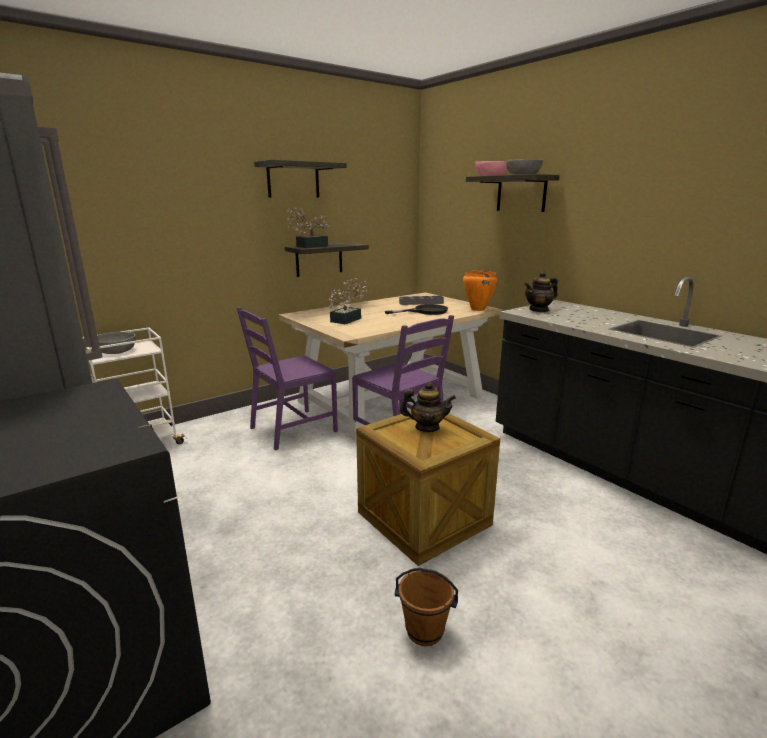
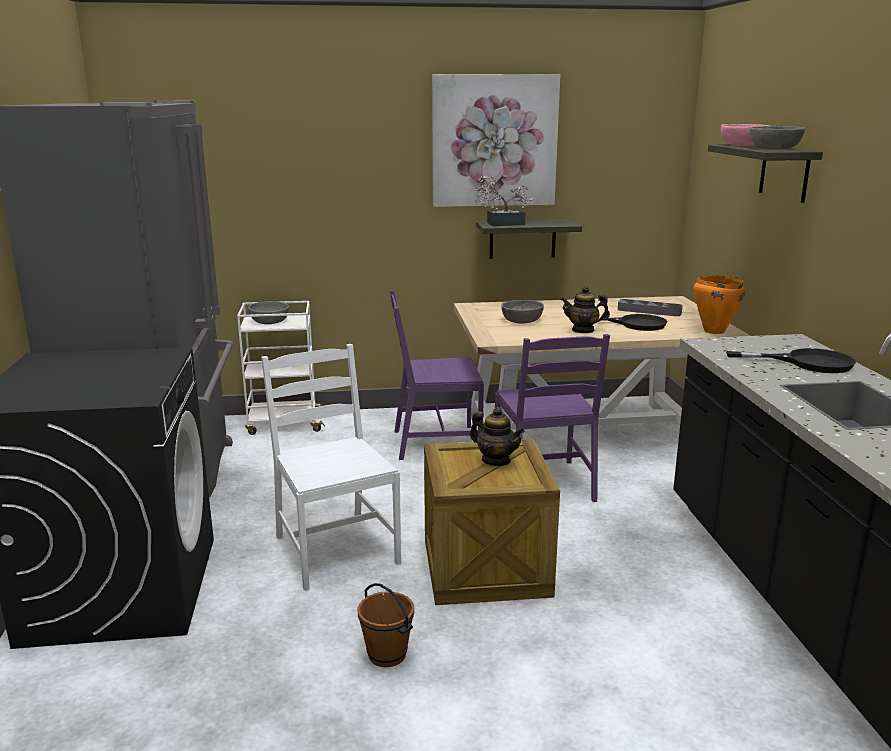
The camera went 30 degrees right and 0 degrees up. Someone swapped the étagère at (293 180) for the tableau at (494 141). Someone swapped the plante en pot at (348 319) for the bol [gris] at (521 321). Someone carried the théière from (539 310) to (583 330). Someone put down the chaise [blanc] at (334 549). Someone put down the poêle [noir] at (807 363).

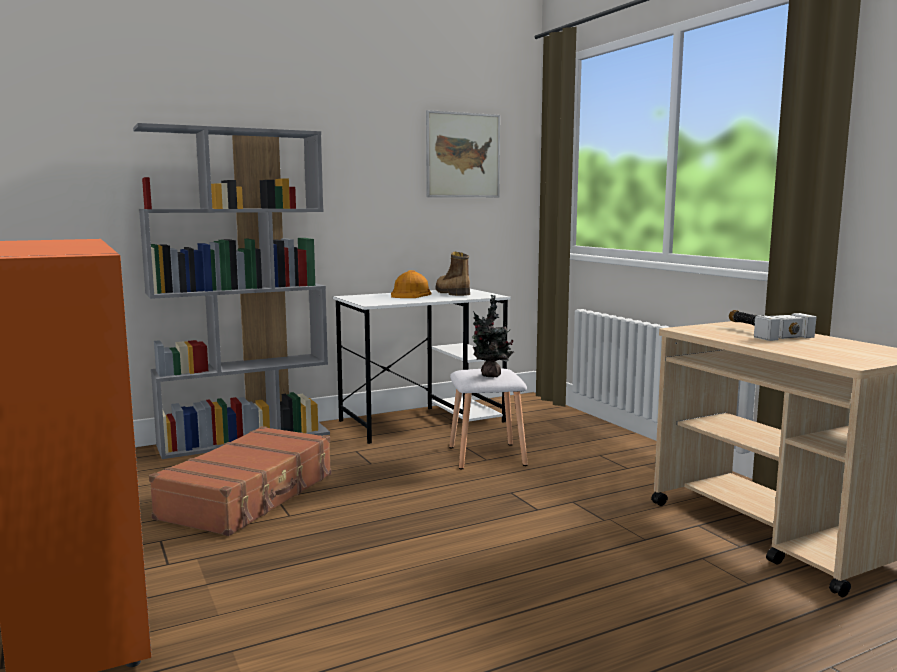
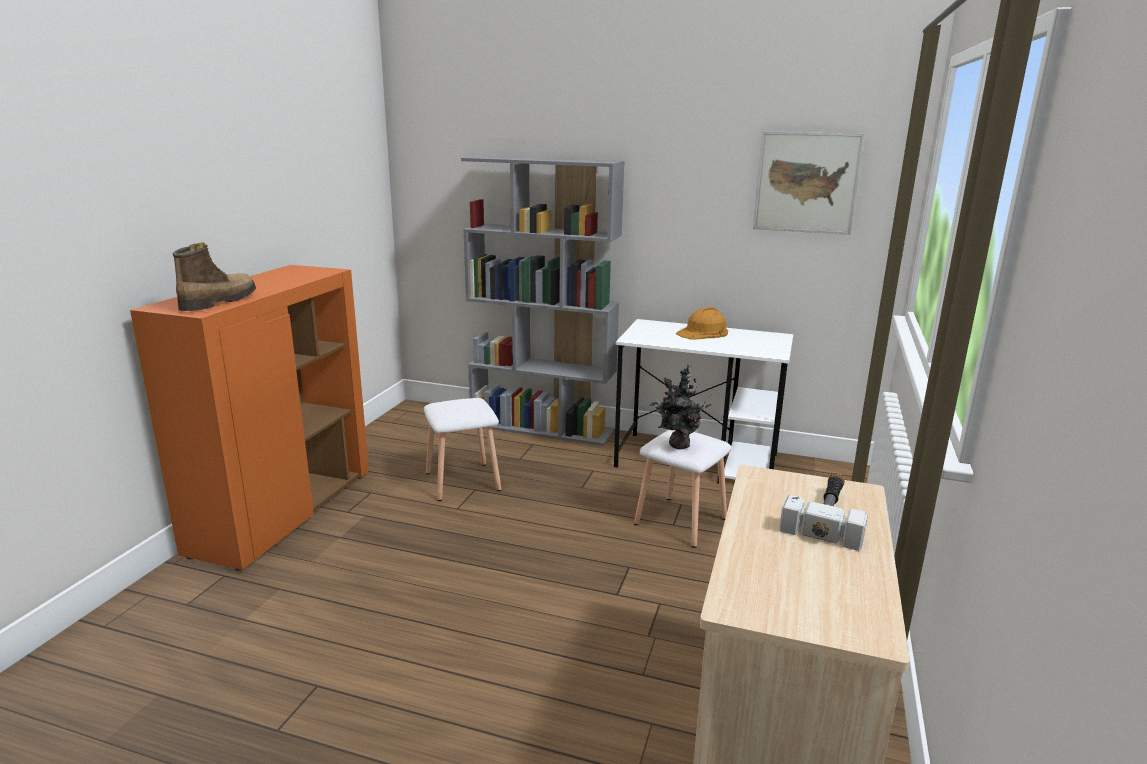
The camera went 45 degrees right and 10 degrees up. Someone swapped the valise [marron] at (250 496) for the tabouret [blanc] at (463 481). Someone carried the botte from (451 293) to (218 302).

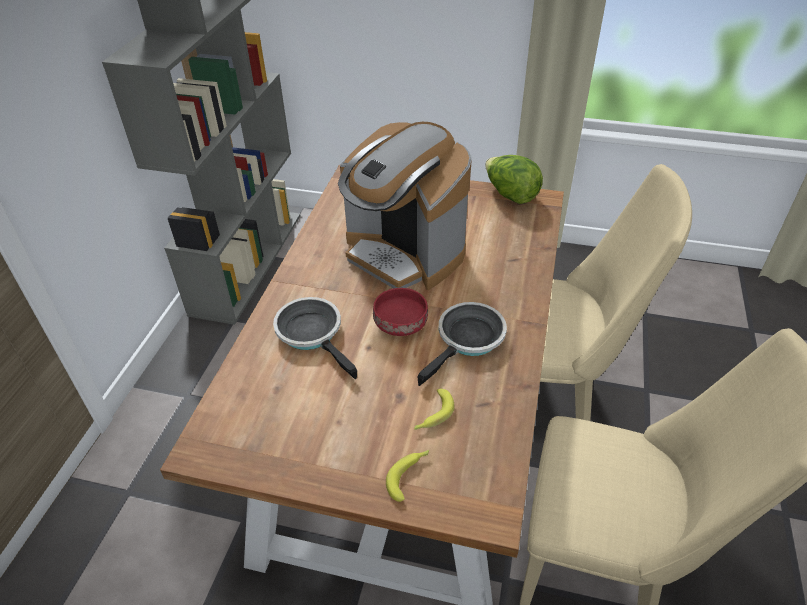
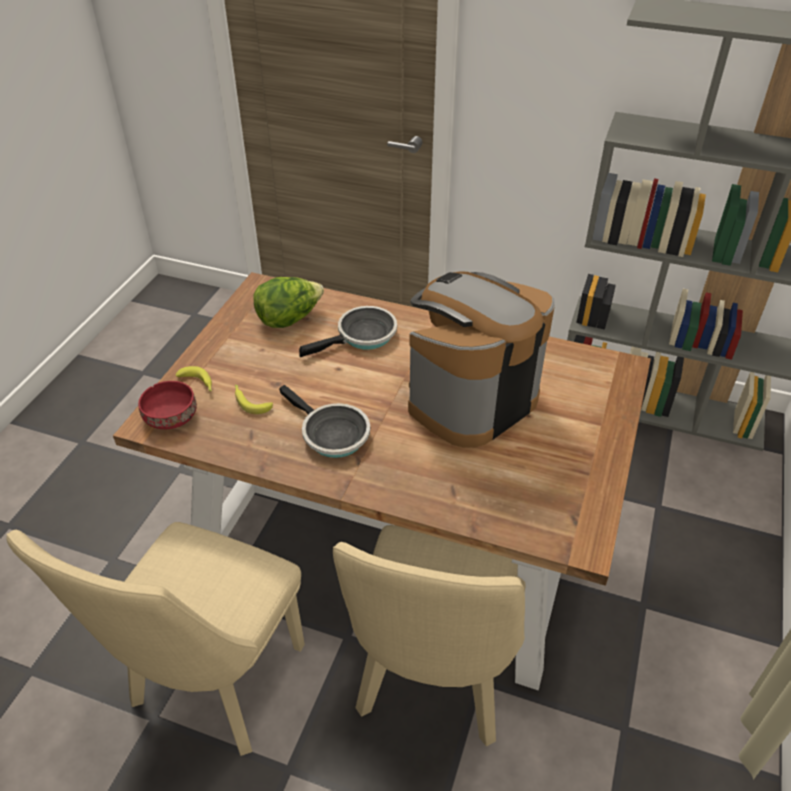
The camera went 95 degrees right and 0 degrees up. Someone carried the bol [rouge] from (402 323) to (171 417). Someone carried the laitue from (510 195) to (289 319).

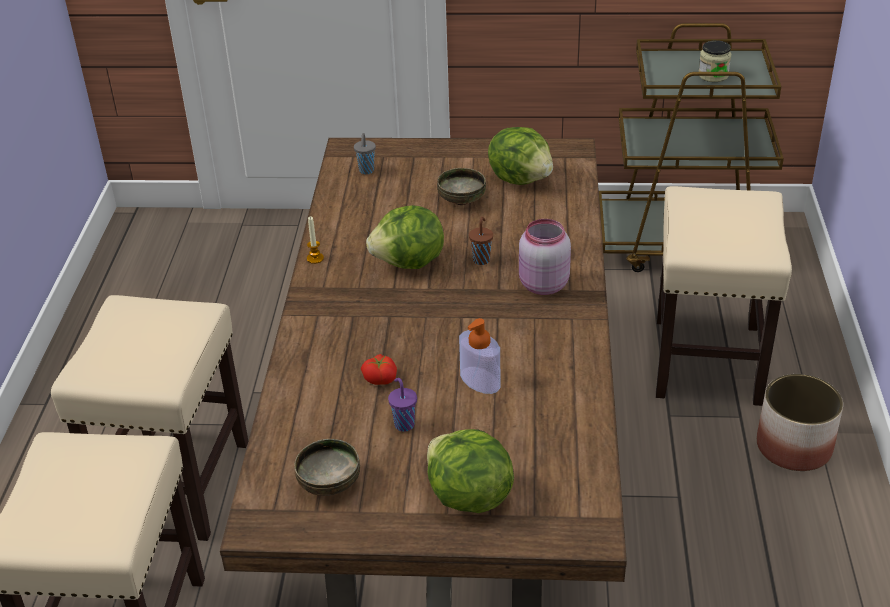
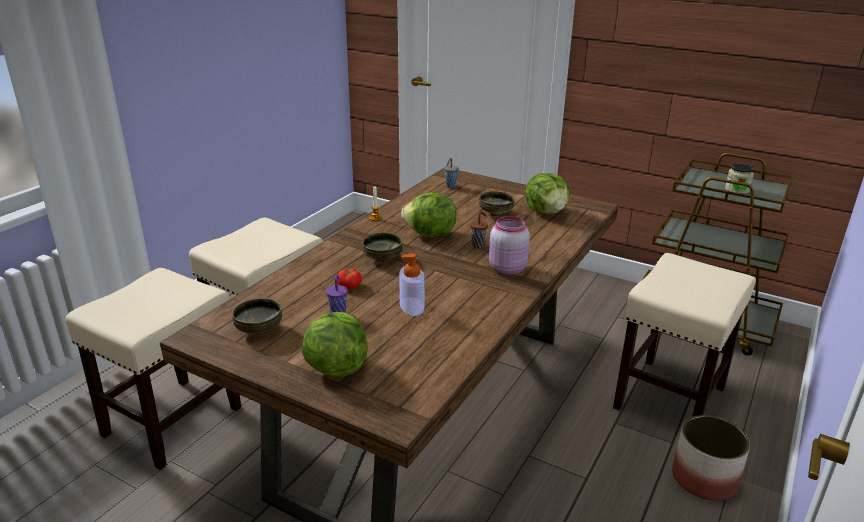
The camera went 25 degrees right and 10 degrees down. Someone put down the bol at (383 259).

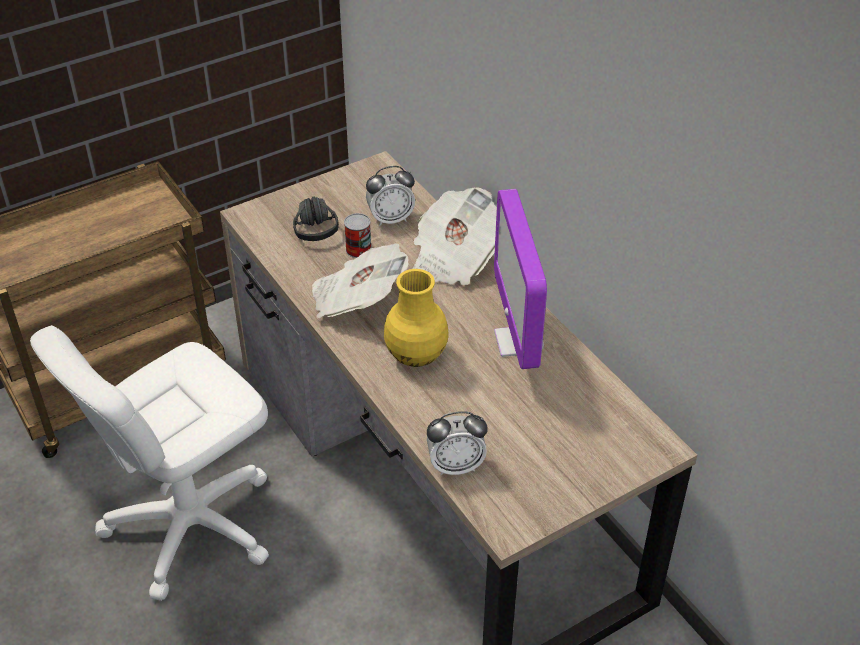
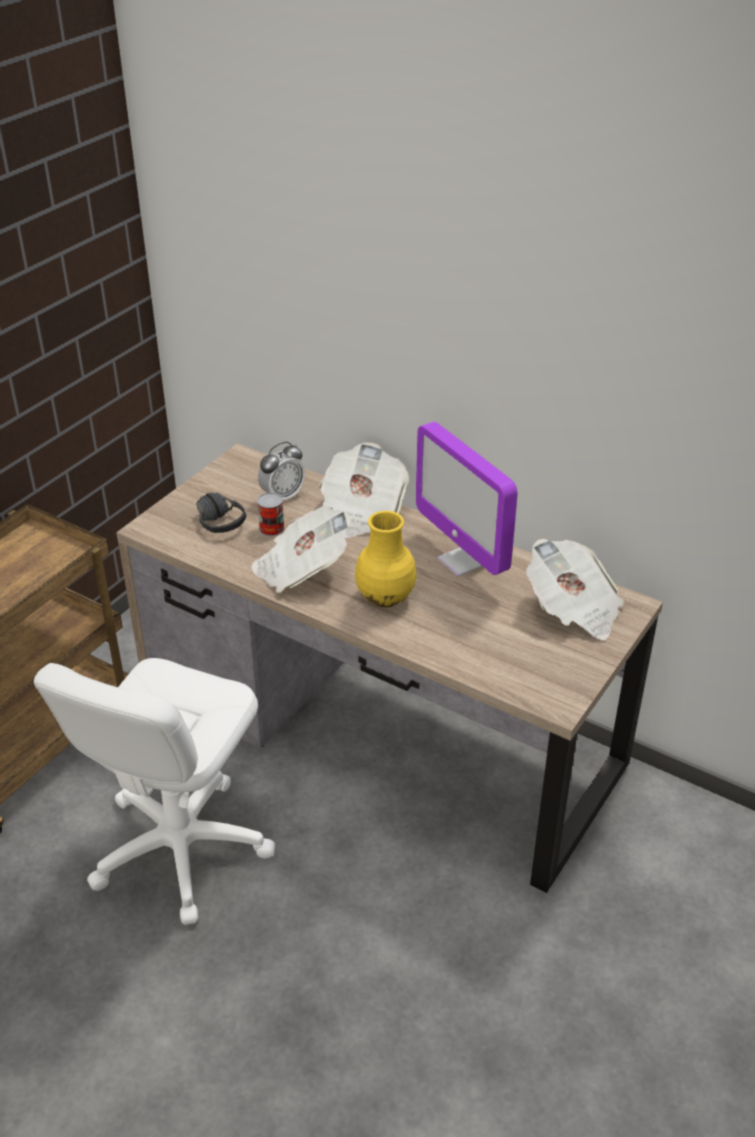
The camera went 25 degrees left and 5 degrees down. Someone took away the réveil at (456 465). Someone put down the journal at (573 609).

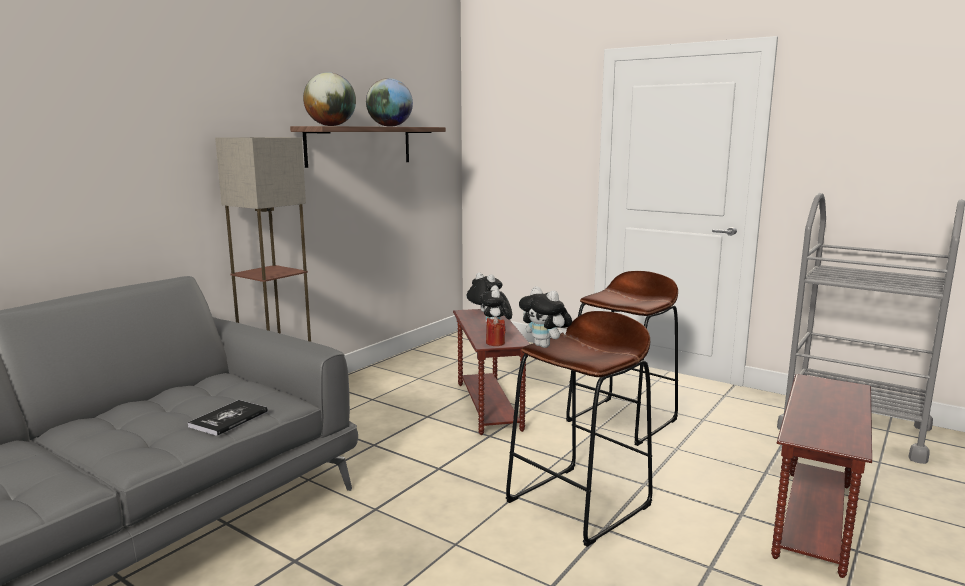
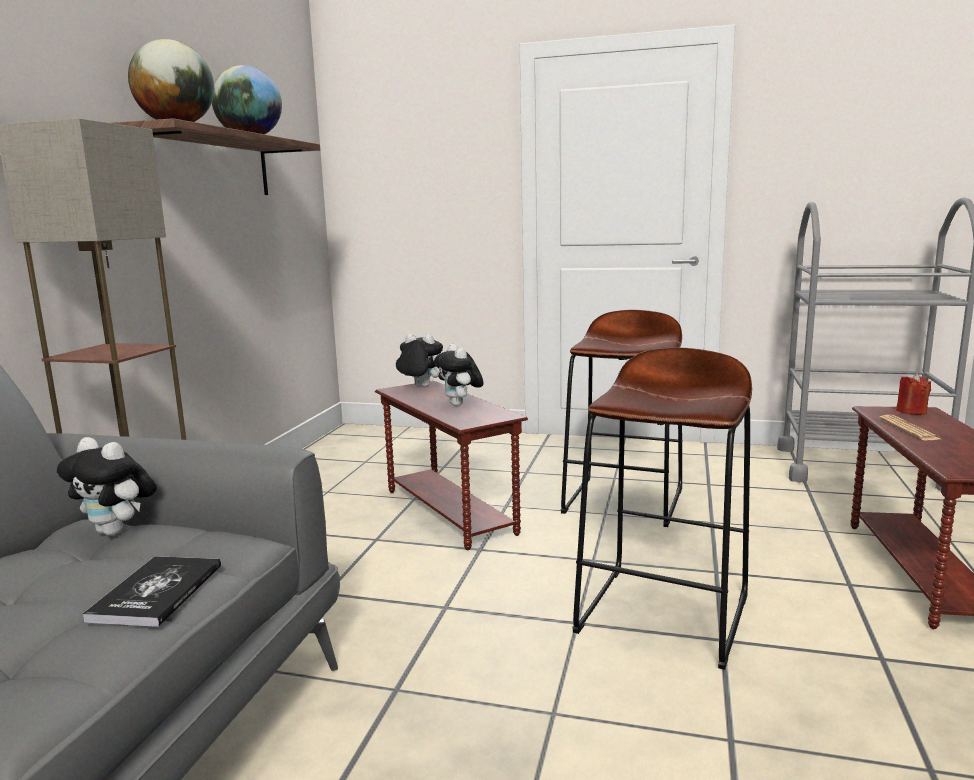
The camera went 20 degrees left and 0 degrees up. Someone carried the bougie [rouge] from (495 343) to (911 411). Someone carried the peluche from (545 346) to (117 531). Someone put down the journal at (909 429).

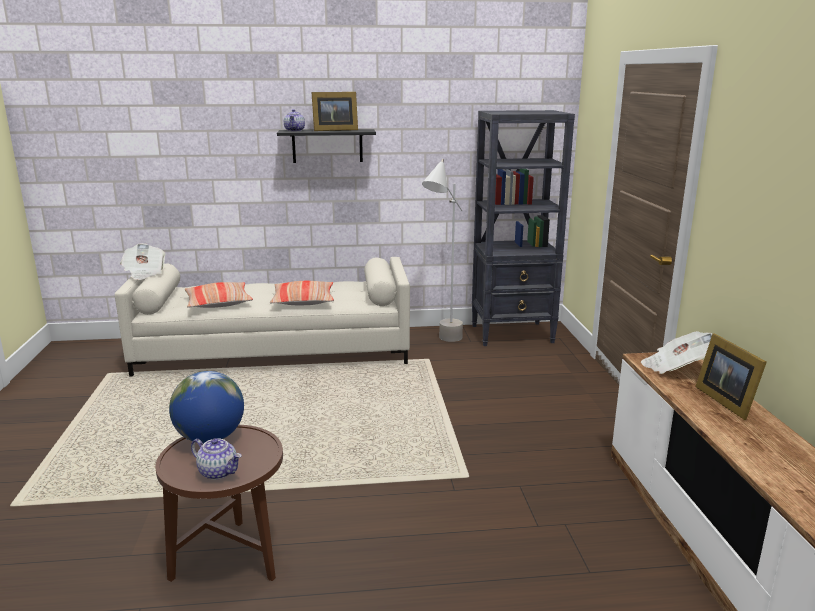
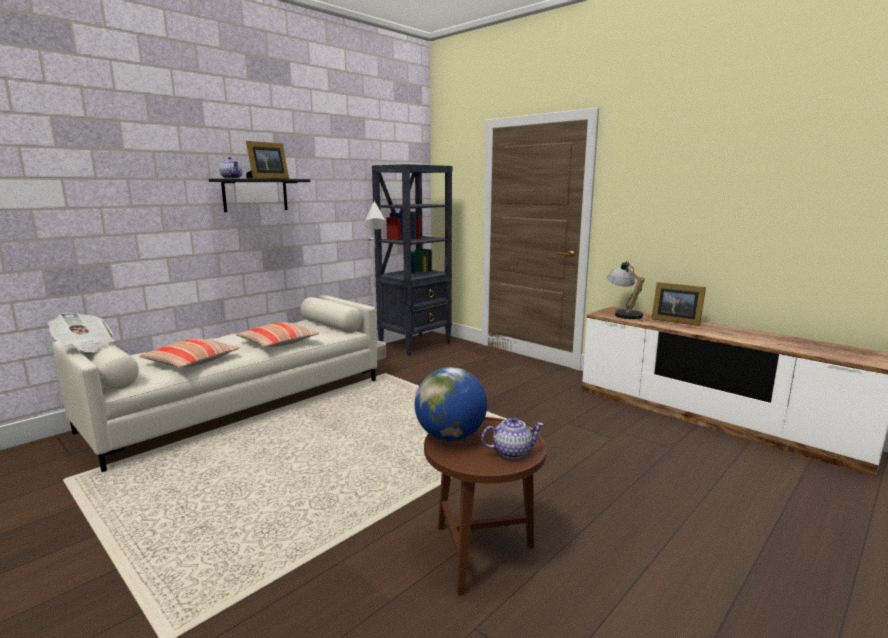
The camera went 40 degrees left and 5 degrees down. Someone swapped the journal at (675 368) for the lampe de table at (624 314).

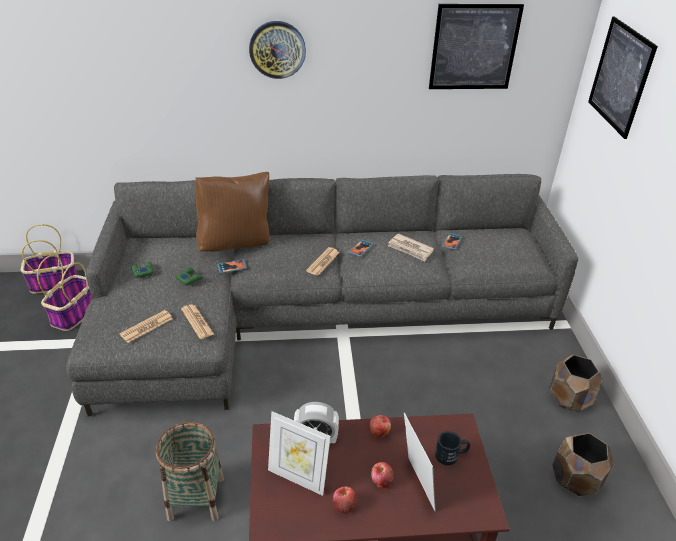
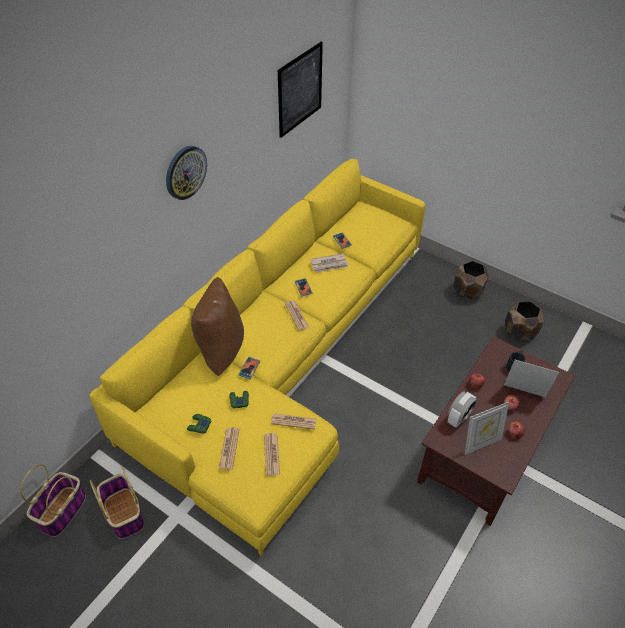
The camera went 50 degrees left and 10 degrees up. Someone repainted the canapé [gris] at (309 313), which became the canapé [jaune] at (282 361). Someone took away the panier at (196 498). Someone took away the tableau at (620 77). Someone put down the journal at (229 448).

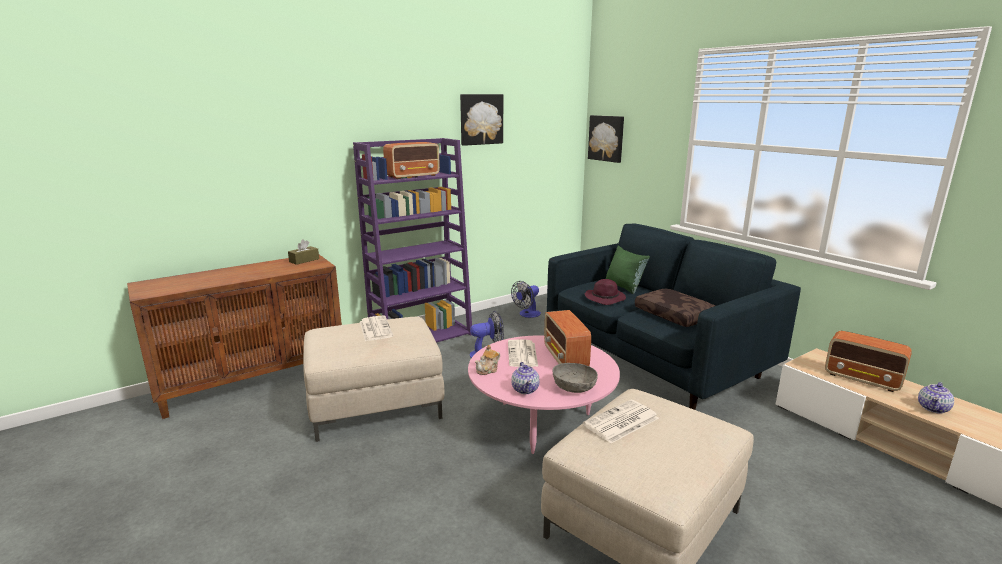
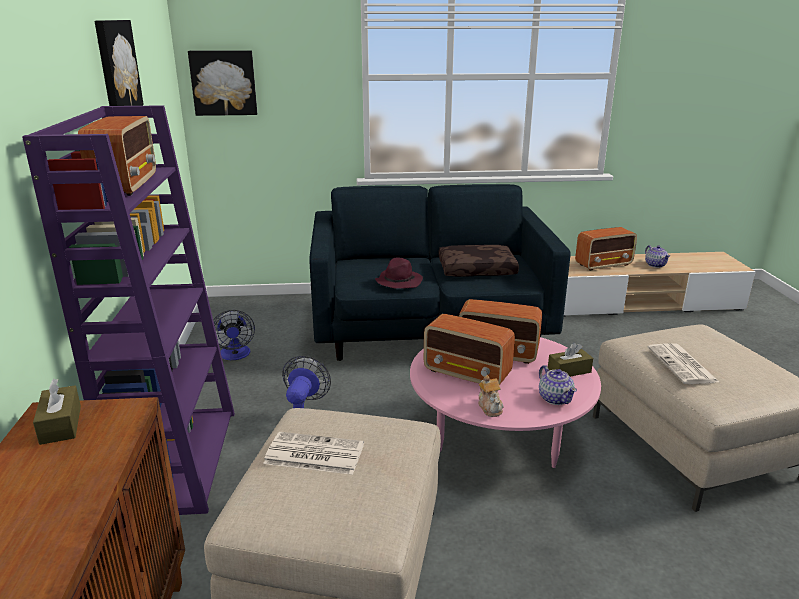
The camera went 60 degrees left and 5 degrees up. Someone swapped the journal at (522 354) for the radio at (468 374). Someone rotated the théière at (525 389) by 45 degrees clockwise. Someone swapped the bol [gris] at (574 388) for the boîte à mouchoirs [marron] at (569 371). Someone took away the coussin [vert] at (624 287).

